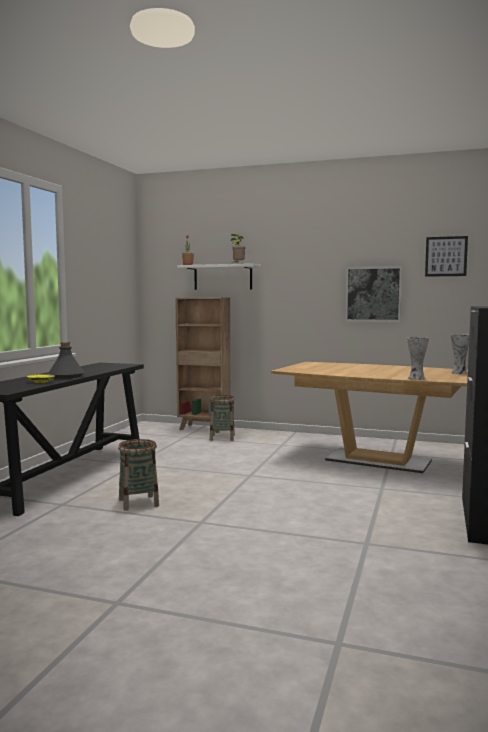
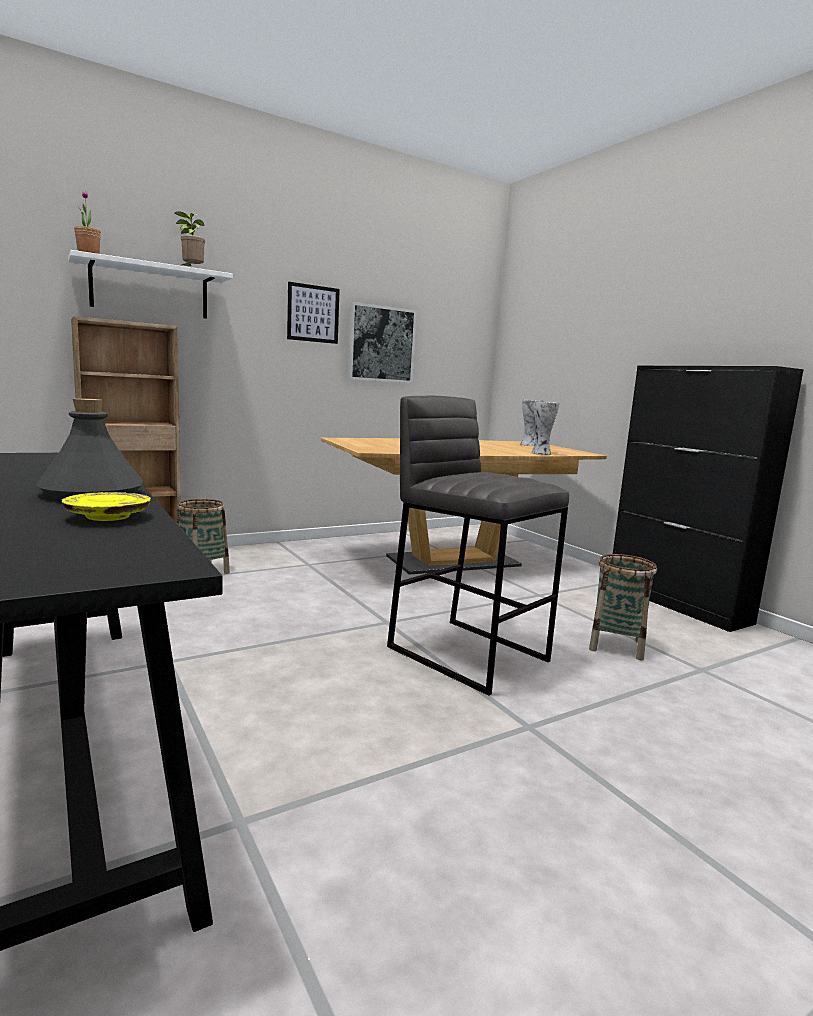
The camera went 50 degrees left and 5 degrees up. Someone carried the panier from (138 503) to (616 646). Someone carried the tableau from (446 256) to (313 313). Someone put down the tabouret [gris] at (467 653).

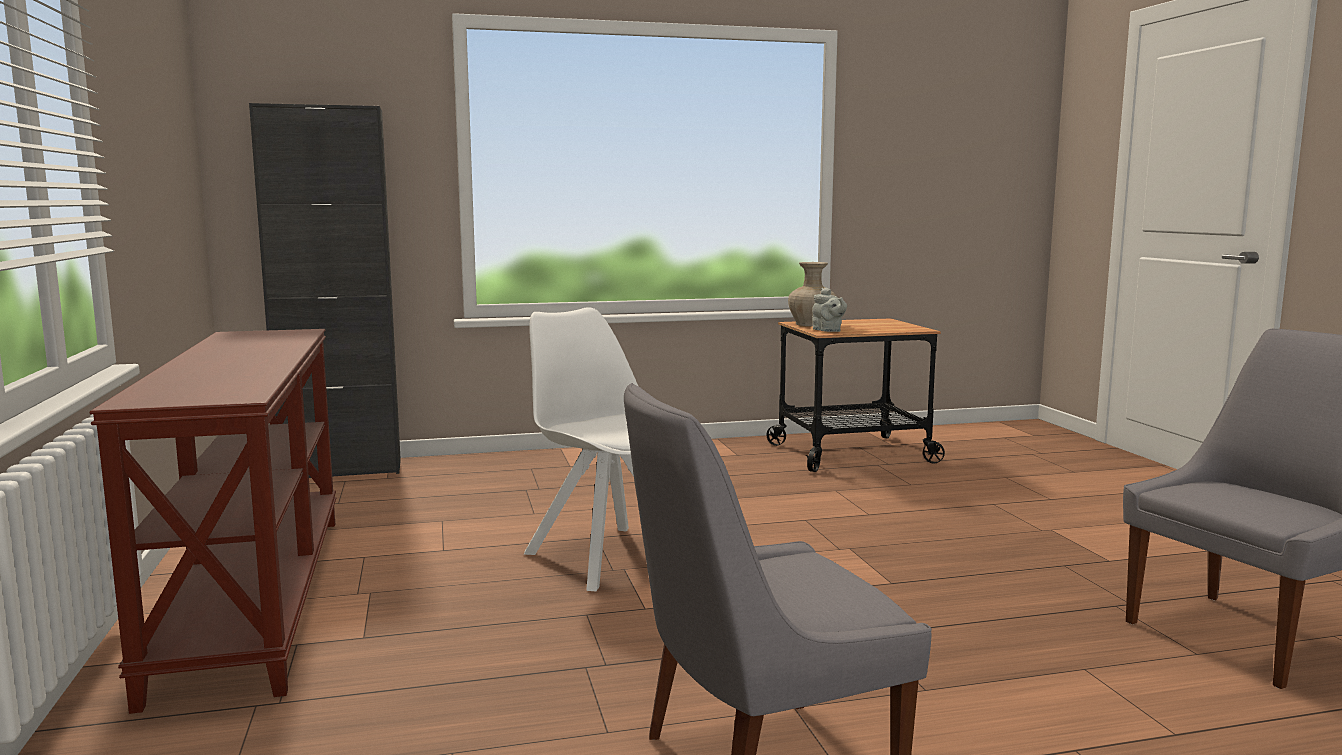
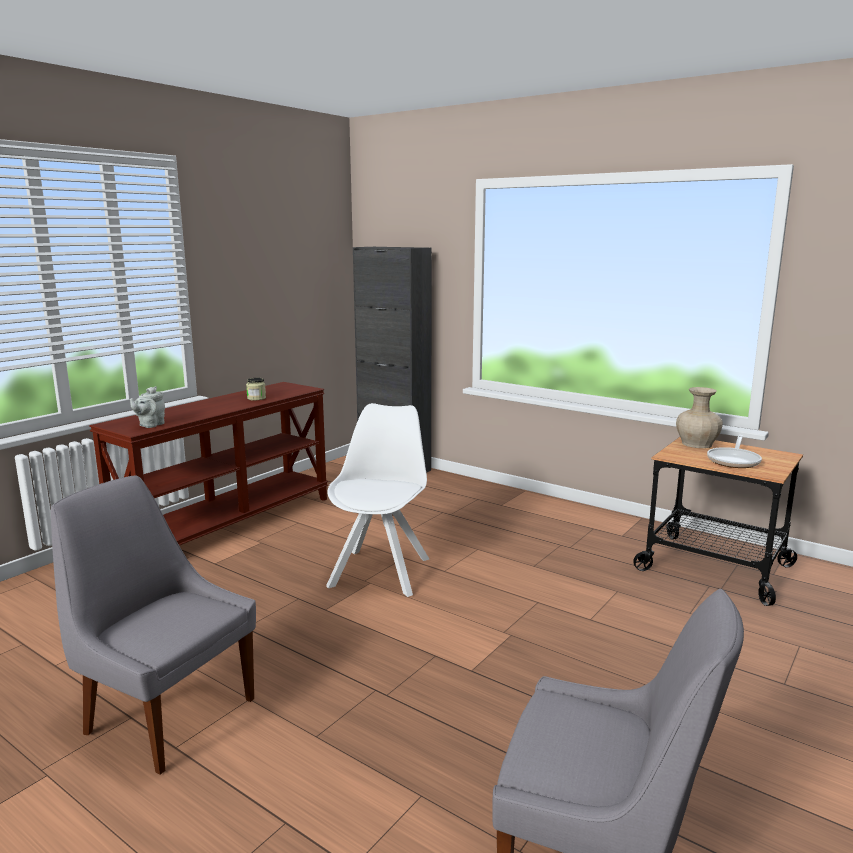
The camera went 50 degrees right and 5 degrees up. Someone carried the théière [gris] from (828 331) to (150 425). Someone put down the bocal at (256 398). Someone put down the poêle at (734 460).

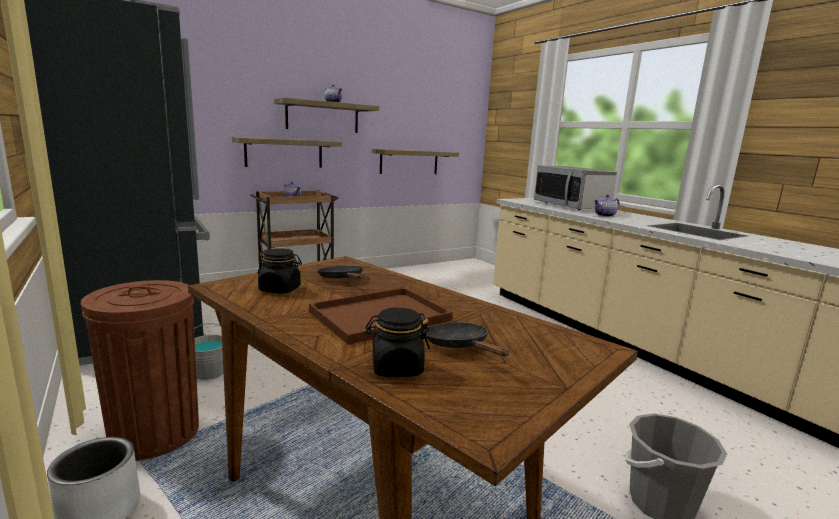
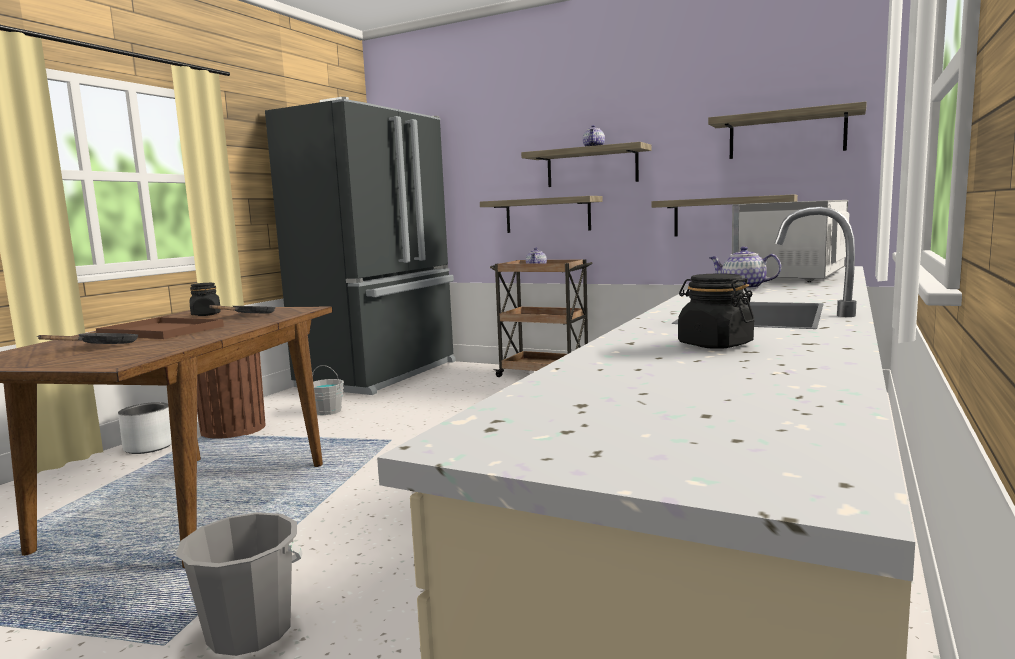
The camera went 60 degrees right and 5 degrees down. Someone carried the bocal [noir] from (396 368) to (714 345). Someone put up the étagère at (786 134).

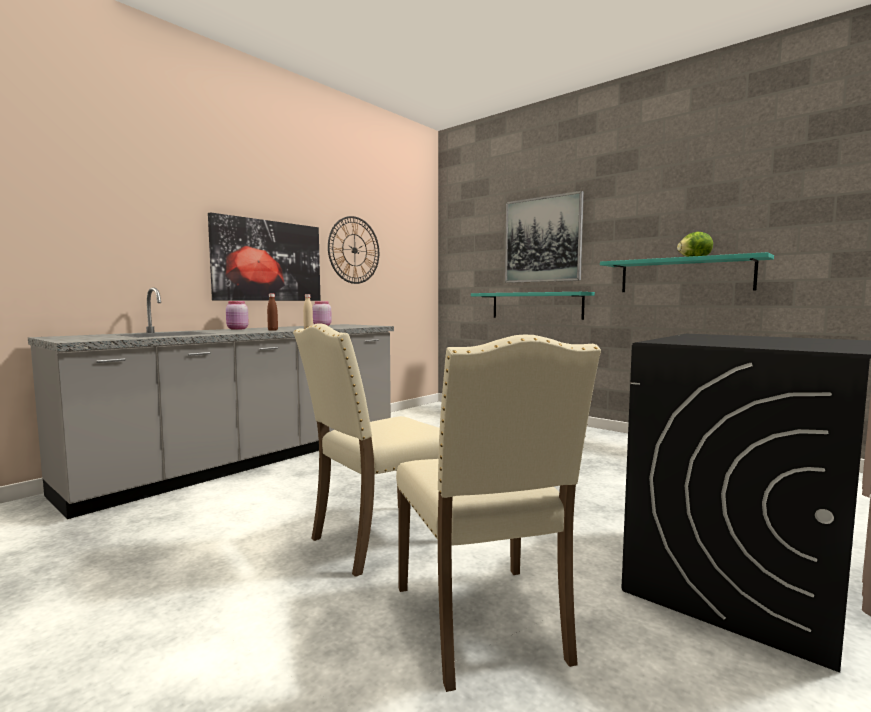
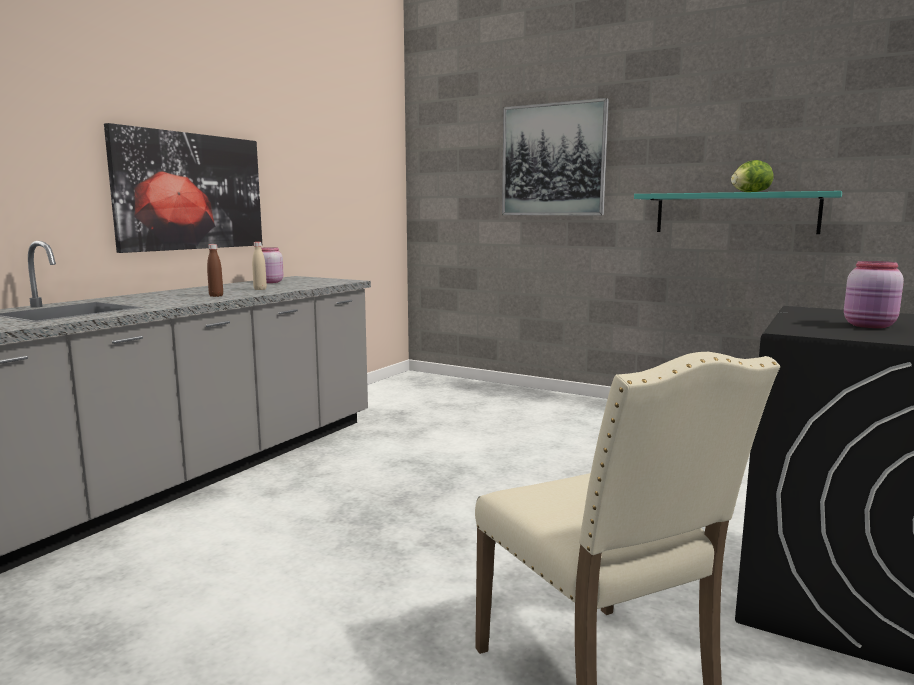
The camera went 10 degrees left and 5 degrees up. Someone carried the bocal [rose] from (237 329) to (870 326). Someone took away the chaise [beige] at (381 539). Someone took away the horloge murale at (354 250). Someone took away the étagère [turquoise] at (536 305).

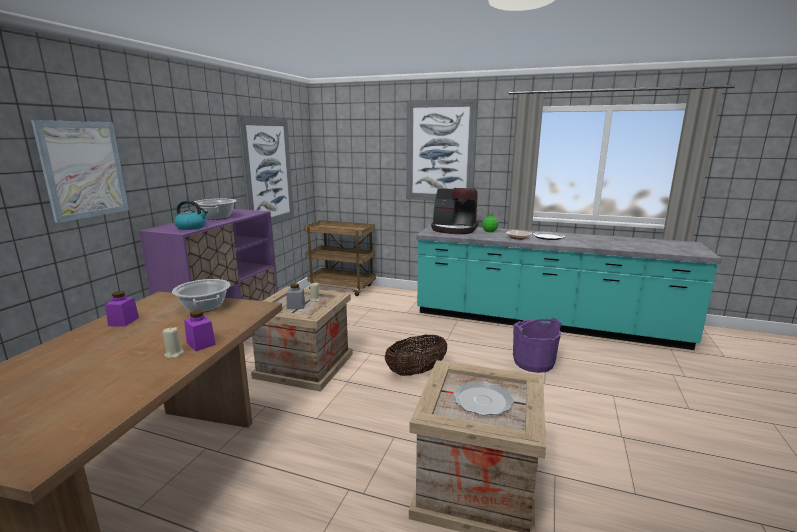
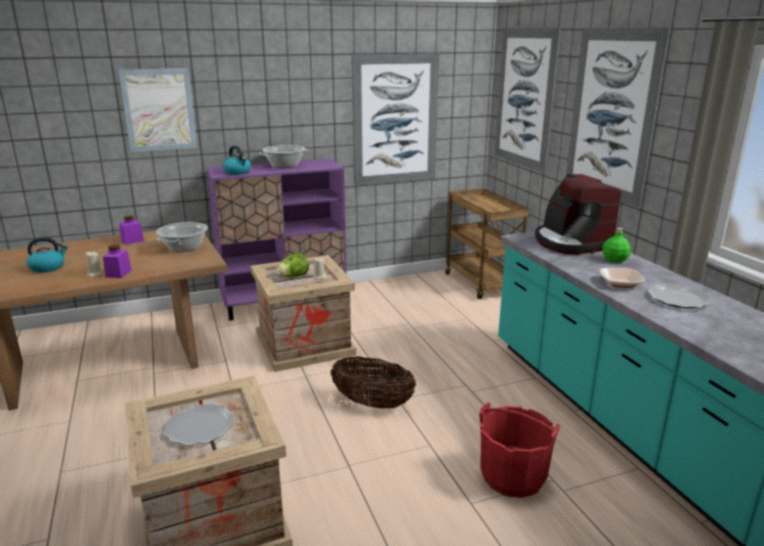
The camera went 50 degrees right and 5 degrees up. Someone swapped the bocal [gris] at (296 306) for the laitue at (293 277). Someone repainted the seau [violet] at (533 363), which became the seau [rouge] at (512 476). Someone put down the bouilloire at (48 267). Someone put up the tableau at (525 98).

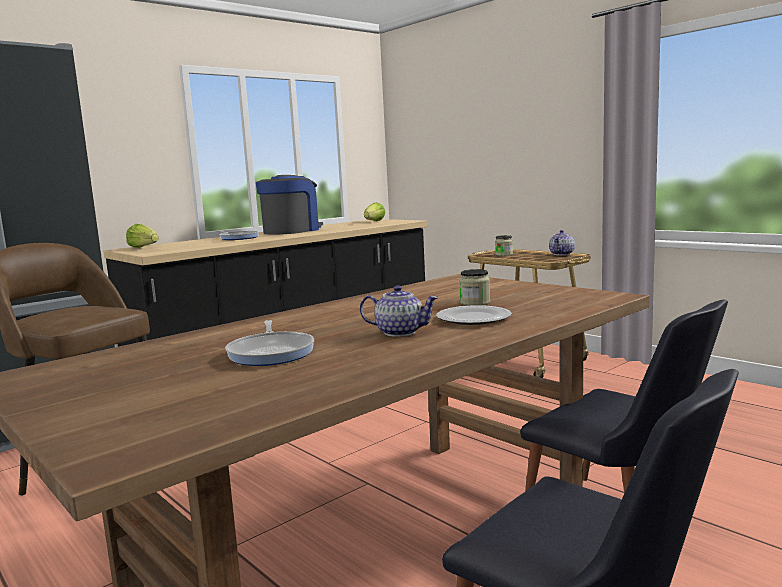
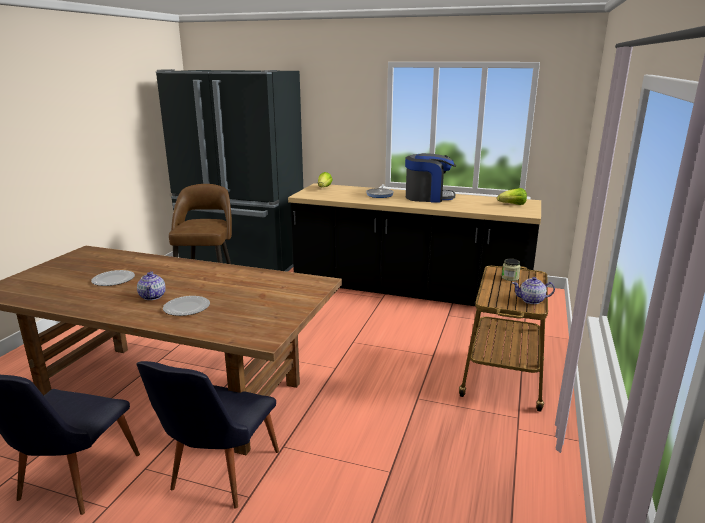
The camera went 60 degrees right and 10 degrees up. Someone swapped the poêle at (272 352) for the assiette at (114 280). Someone took away the bocal at (475 303).

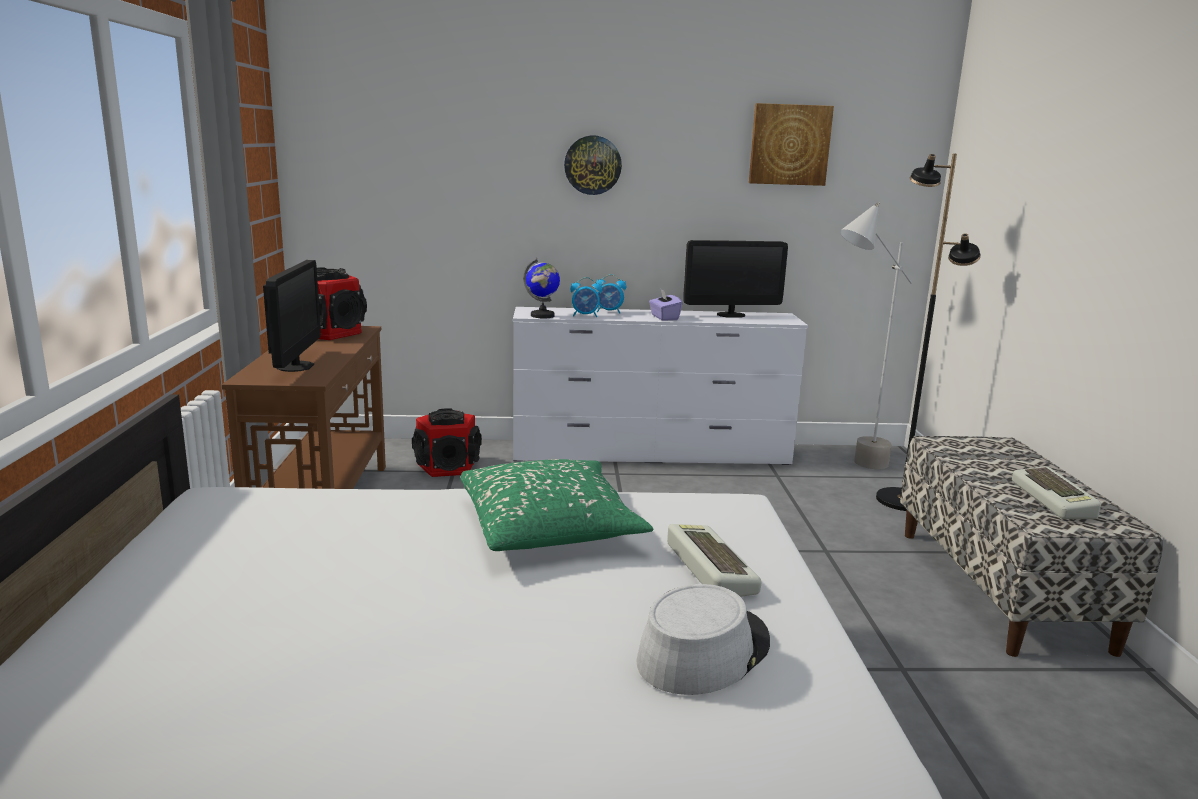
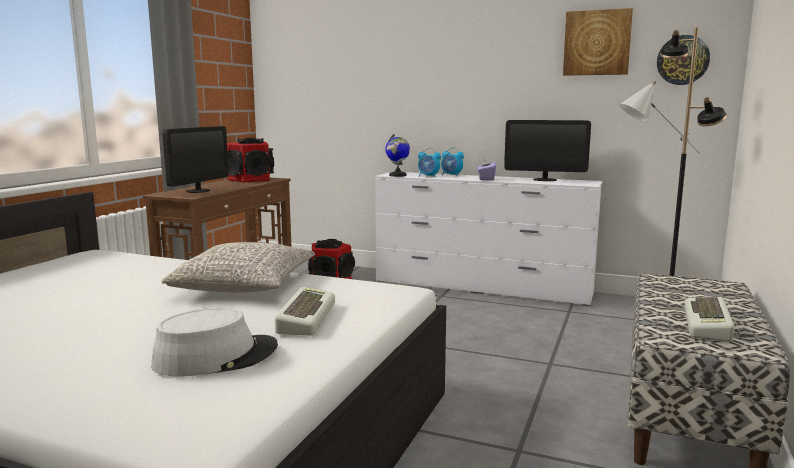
The camera went 25 degrees right and 5 degrees down. Someone repainted the coussin [vert] at (550 527), which became the coussin [gris] at (245 286). Someone carried the horloge murale from (592 165) to (682 60).

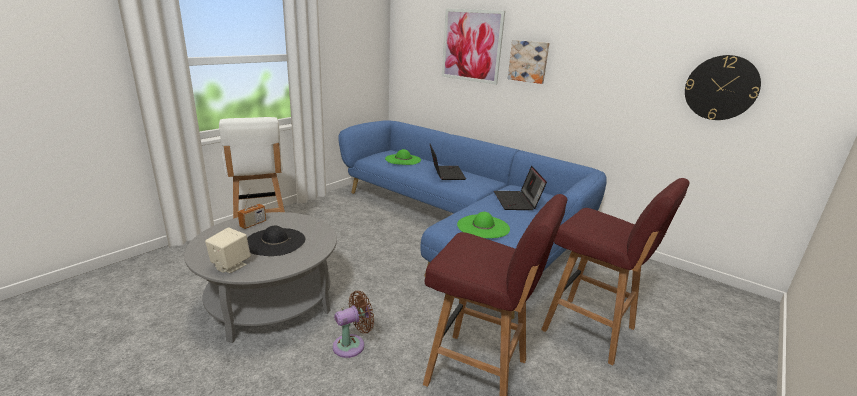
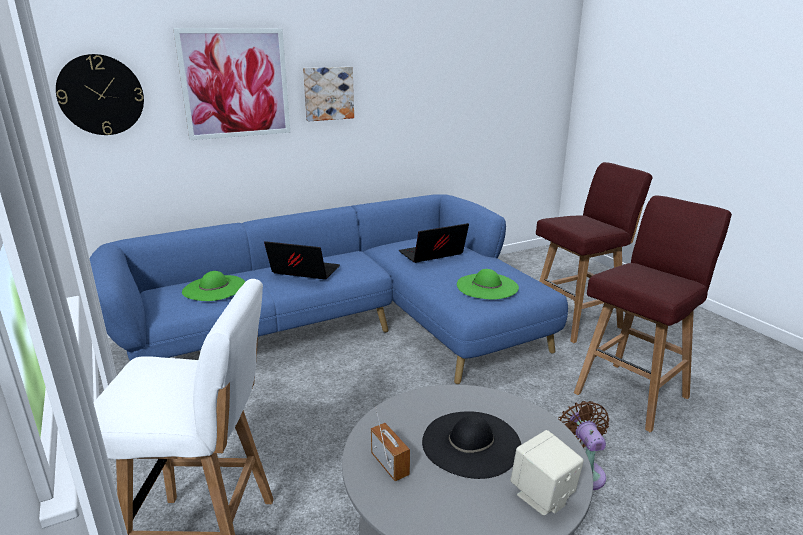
The camera went 65 degrees left and 0 degrees up. Someone rotated the ordinateur portable at (517 201) by 135 degrees clockwise. Someone carried the horloge murale from (721 88) to (101 95).

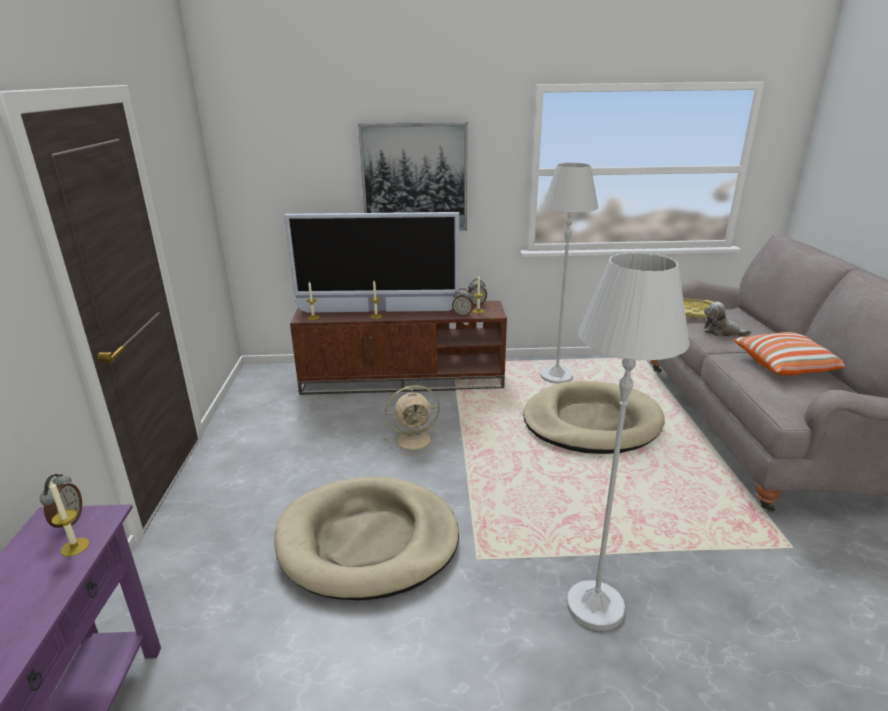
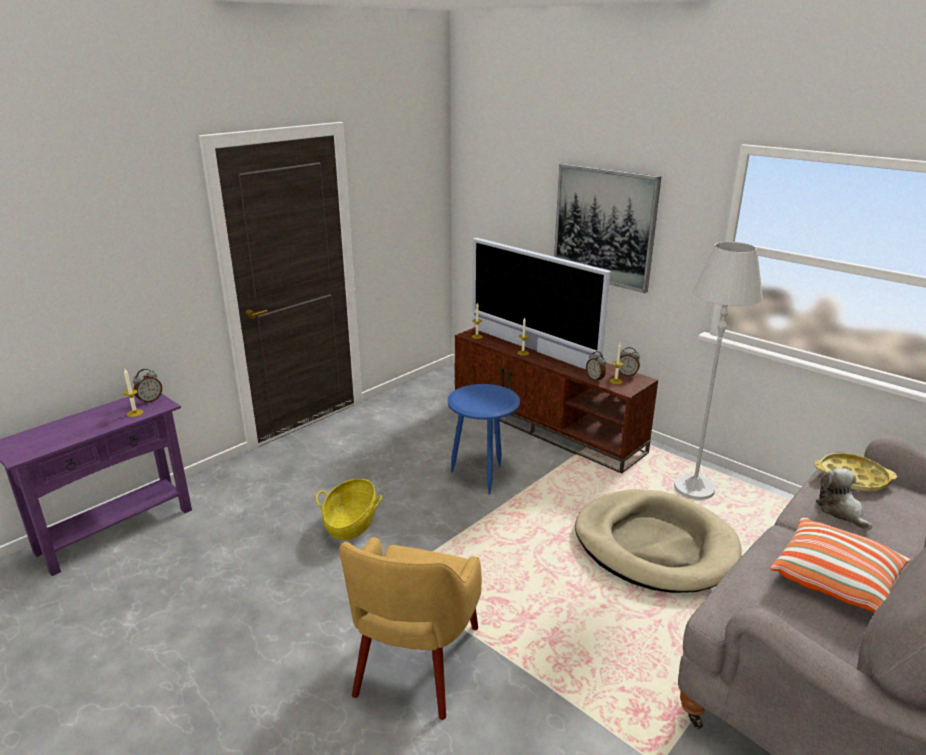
The camera went 45 degrees right and 0 degrees up. Someone swapped the panier pour chien [beige] at (368 541) for the panier at (351 523). Someone swapped the ventilateur [beige] at (415 439) for the table d'appoint [bleu] at (482 476). Someone swapped the lampadaire [blanc] at (595 606) for the fauteuil [jaune] at (415 664).

